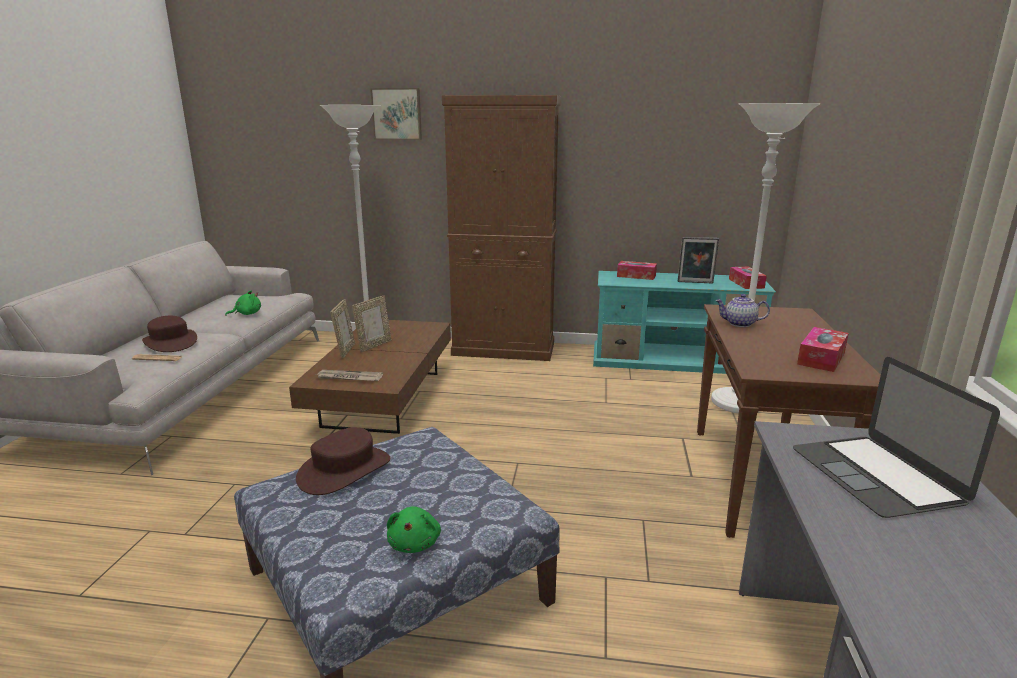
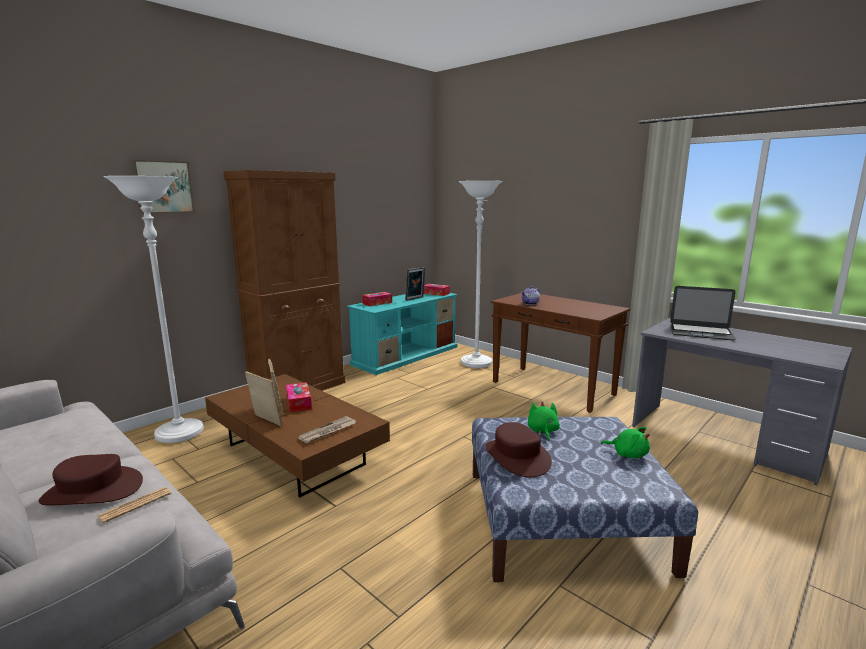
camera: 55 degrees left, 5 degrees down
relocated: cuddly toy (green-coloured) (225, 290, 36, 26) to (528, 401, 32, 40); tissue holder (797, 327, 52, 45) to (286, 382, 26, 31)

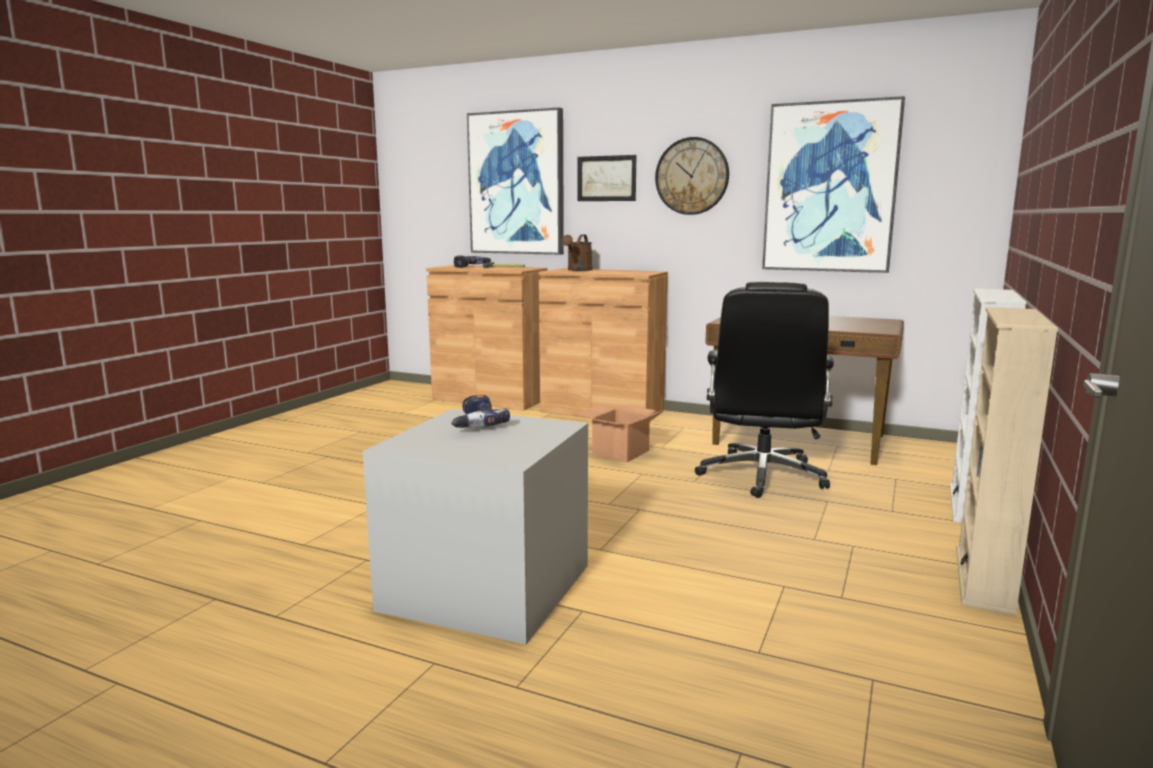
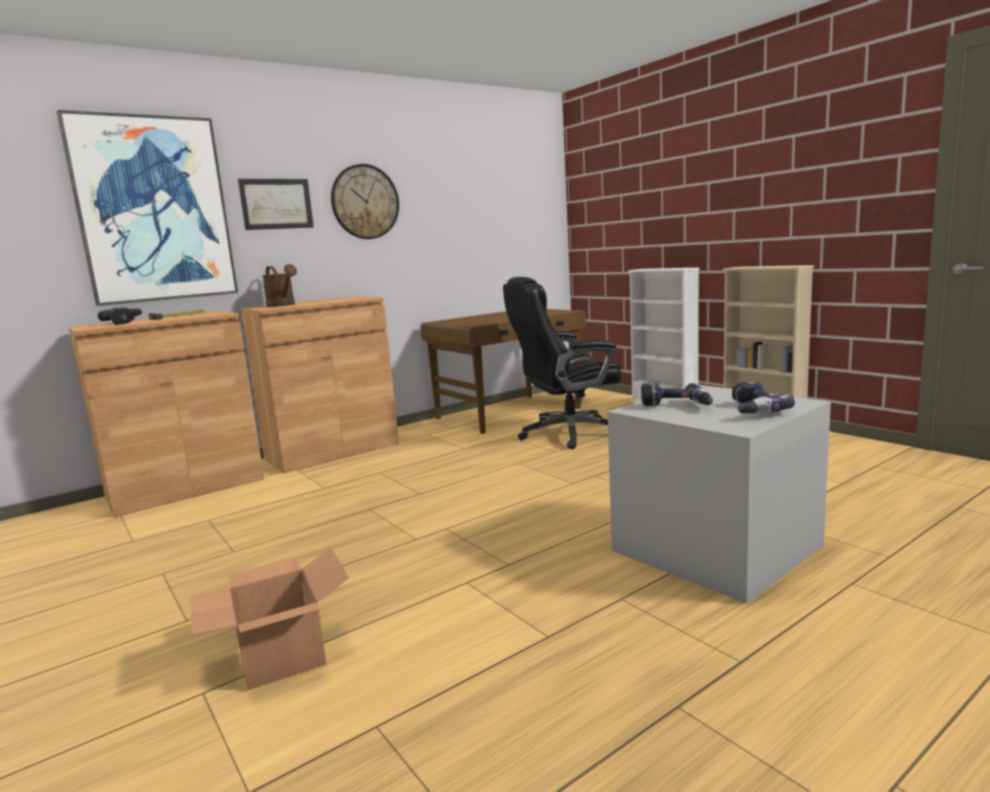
camera: 60 degrees left, 0 degrees up
missing: wall picture (762, 96, 143, 177)
appeared: drill (732, 382, 63, 32)
relocated: carton (577, 405, 89, 57) to (190, 548, 159, 143)
spun: desk chair (black-coloured) (695, 281, 139, 217) = (503, 277, 119, 172) 120 degrees clockwise

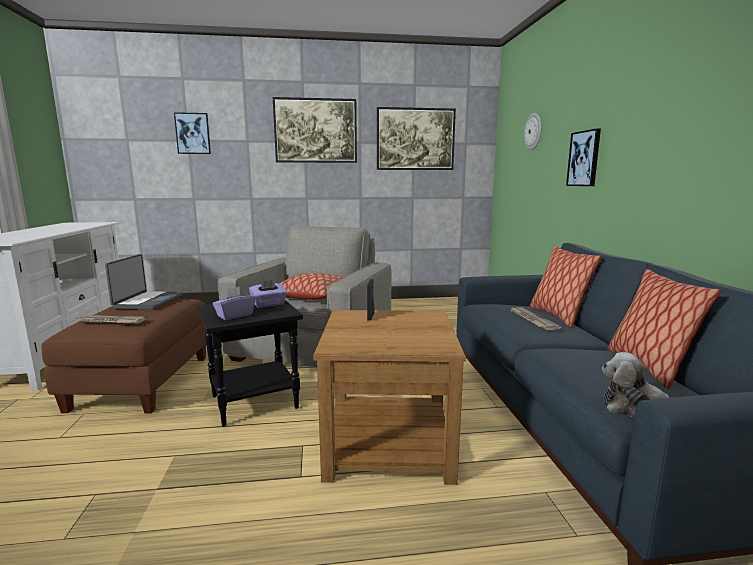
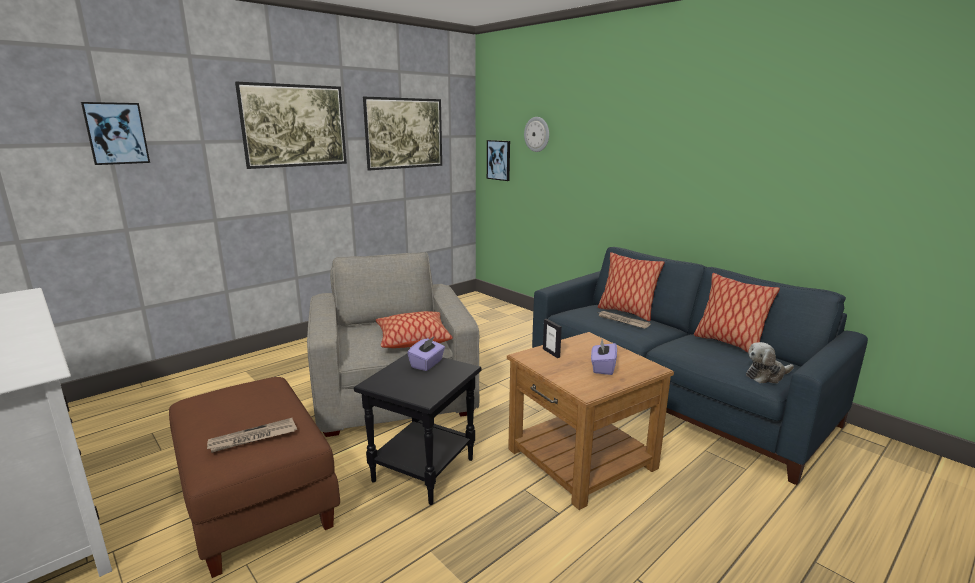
camera: 35 degrees left, 5 degrees up
missing: portable computer (105, 254, 78, 56)
relocated: tissue holder (purple) (213, 287, 42, 33) to (591, 339, 26, 36); wall picture (566, 128, 35, 58) to (487, 140, 23, 41)

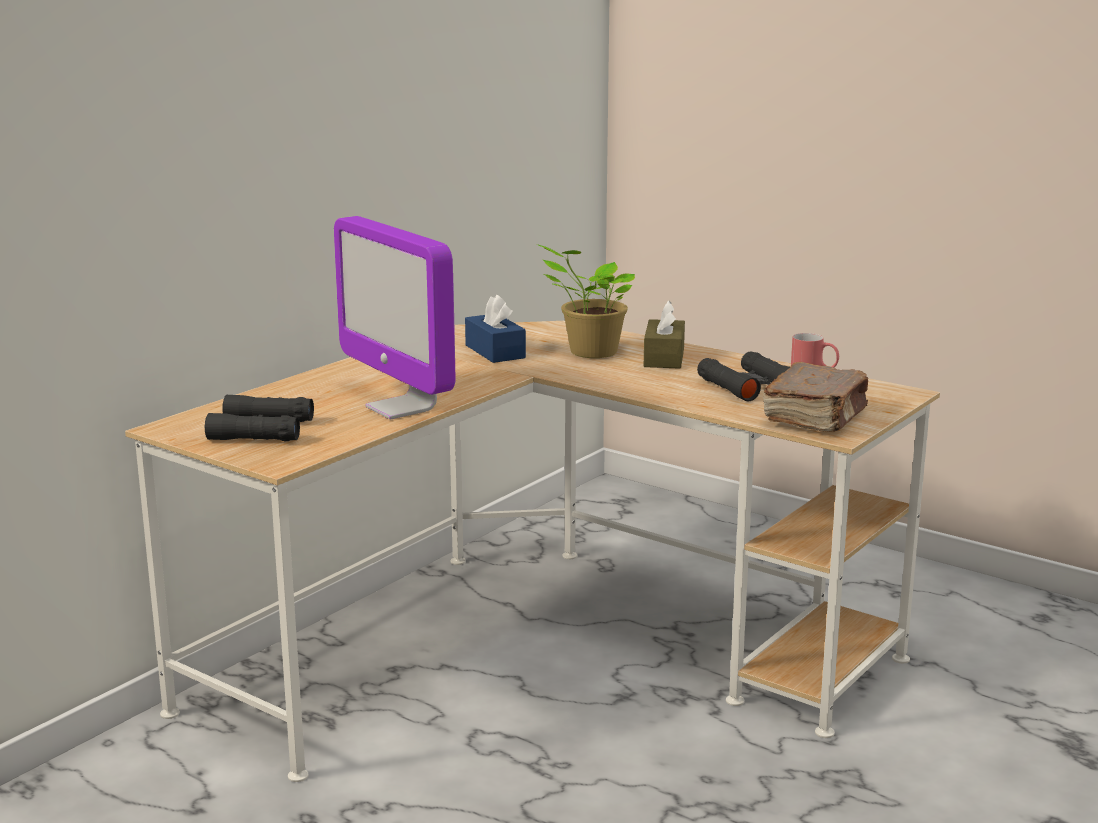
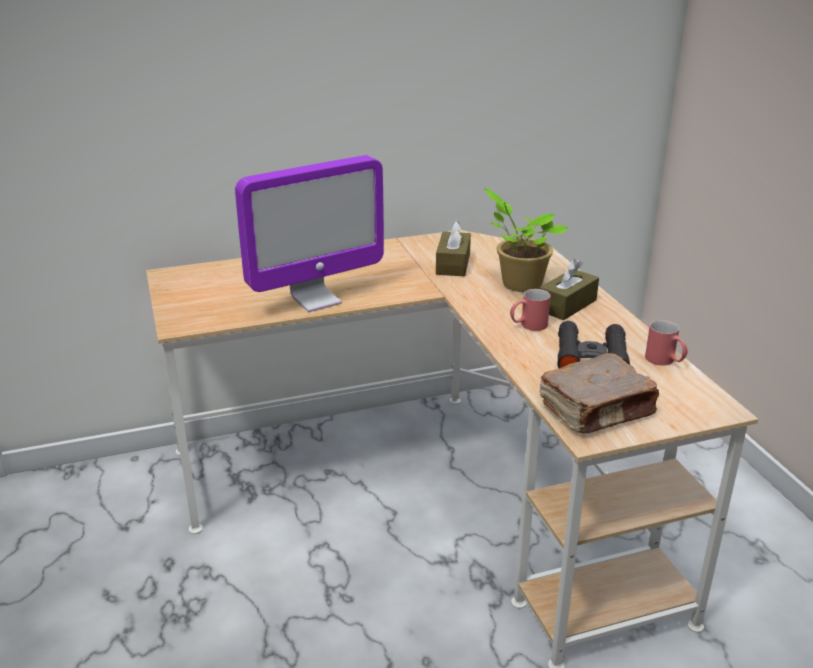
camera: 35 degrees right, 10 degrees up
missing: binoculars (black-coloured) (205, 395, 109, 46)
appeared: tea mug (reddish) (510, 289, 41, 42)
colour: tissue holder (blue-coloured) (465, 295, 61, 68) to tissue holder (brownish) (436, 221, 35, 55)
spun: computer screen (334, 216, 121, 203) = (235, 155, 149, 157) 120 degrees counterclockwise

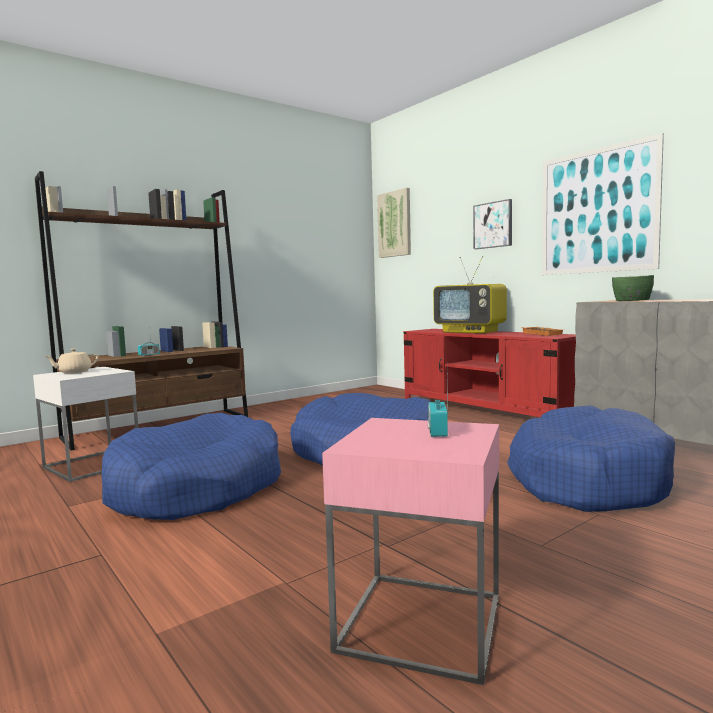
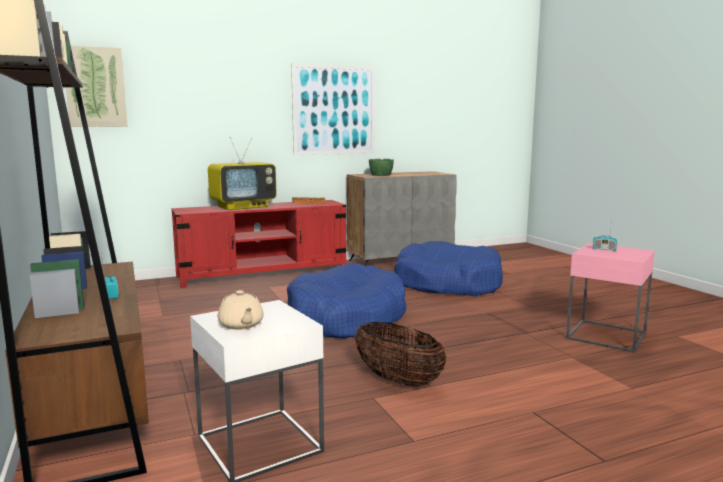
camera: 75 degrees left, 5 degrees up
missing: wall picture (473, 199, 39, 50)
exchanged: dog bed (blue-coloured) (102, 413, 179, 107) to household basket (355, 322, 92, 65)

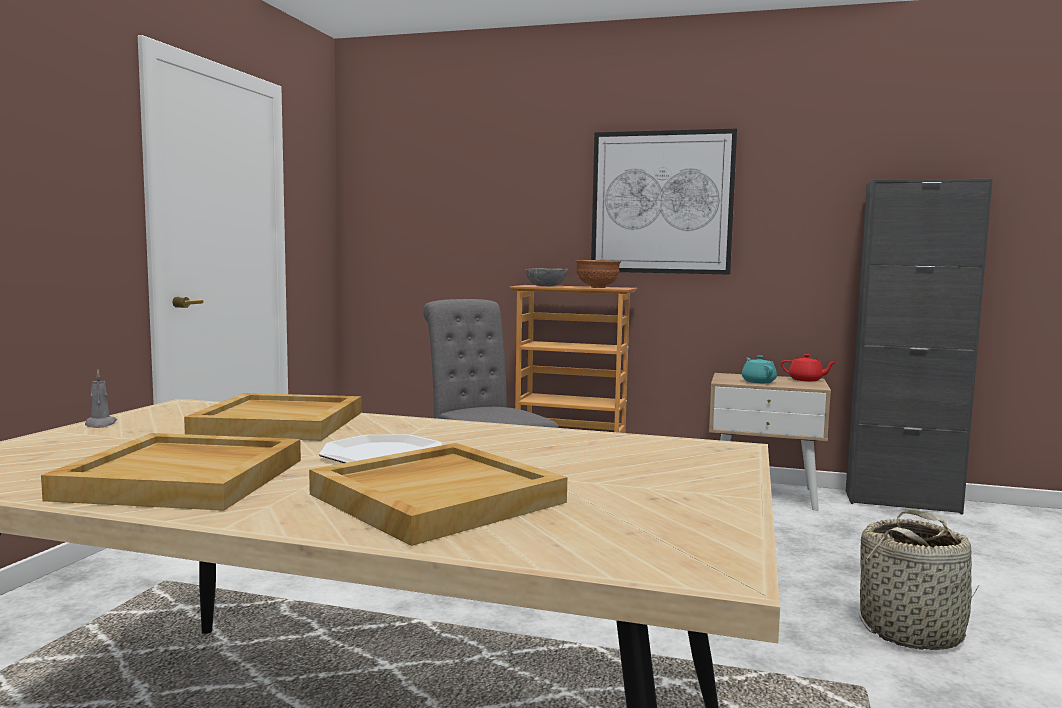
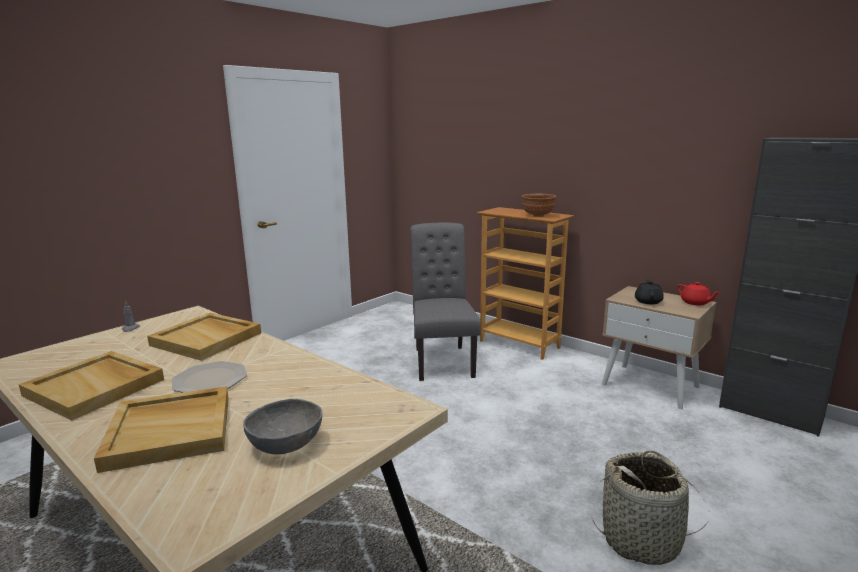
camera: 25 degrees right, 10 degrees up
missing: wall picture (591, 129, 146, 146)
relocated: serving bowl (greyish) (525, 268, 43, 18) to (243, 399, 79, 56)
colour: teapot (turquoise-coloured) (742, 355, 35, 28) to teapot (black-coloured) (635, 279, 29, 25)

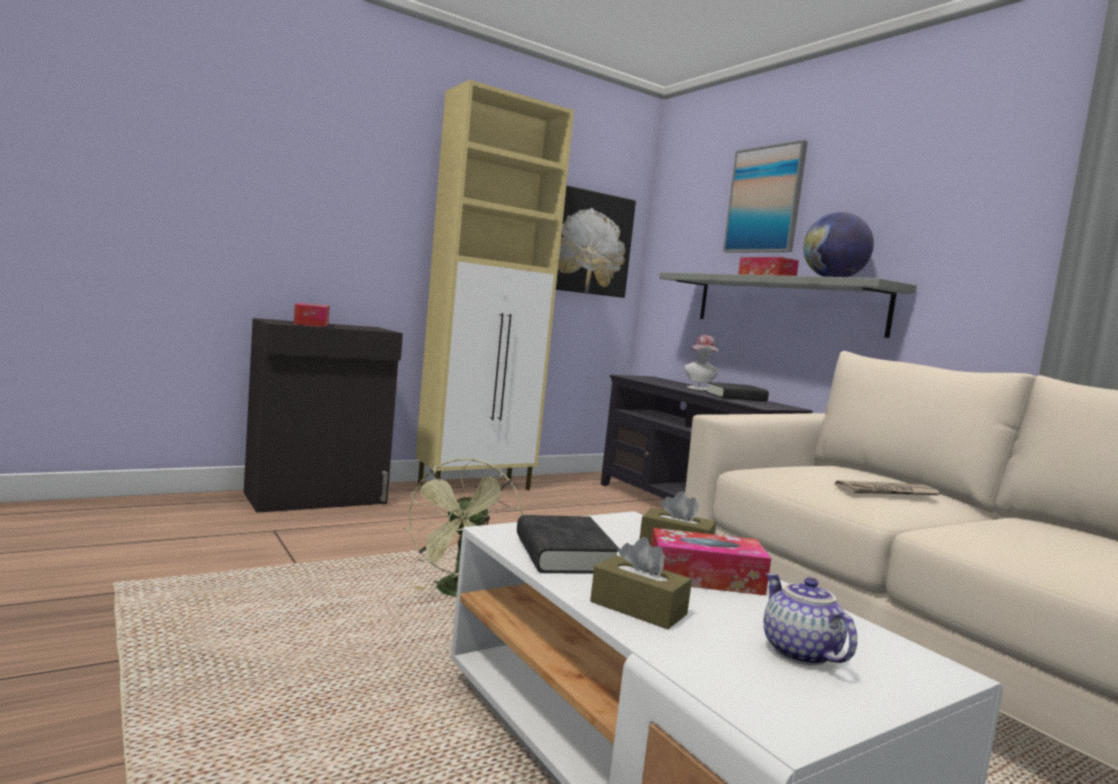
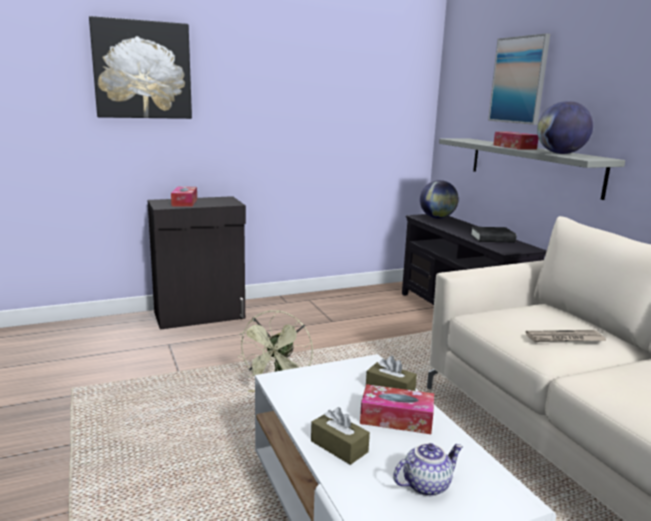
camera: 10 degrees right, 10 degrees up
missing: cupboard (beige-coloured) (415, 80, 159, 410); bound book (black-coloured) (517, 515, 102, 59); clothing hat (684, 335, 35, 56)
appeared: desk globe (420, 180, 39, 39)
relocated: wall picture (556, 185, 80, 113) to (89, 16, 103, 103)
spun: teapot (764, 573, 93, 92) = (393, 443, 70, 53) 75 degrees clockwise

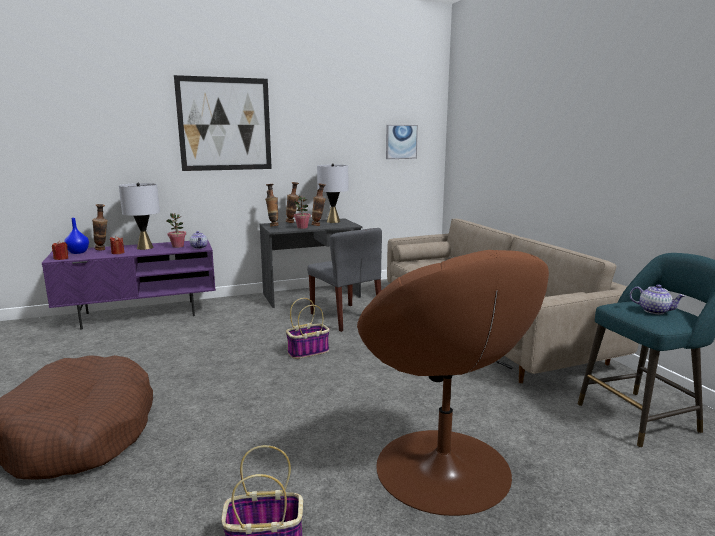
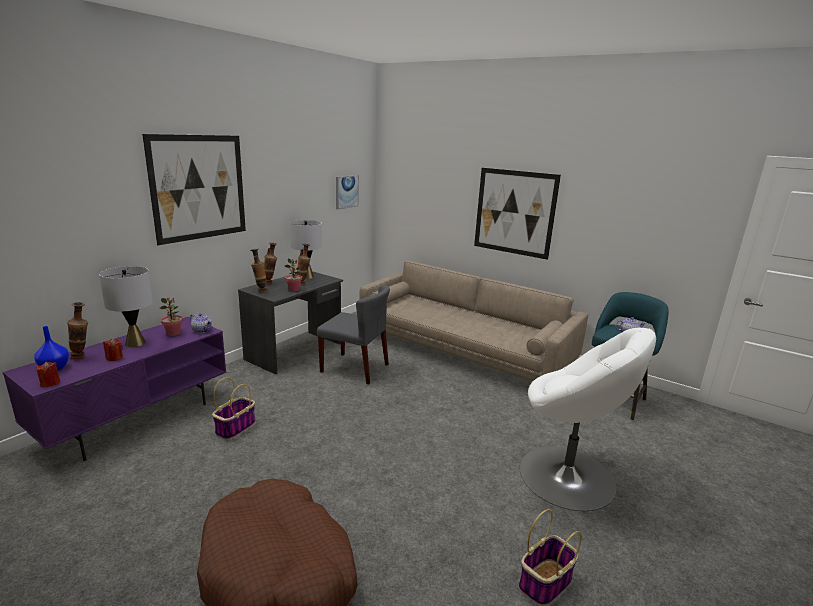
camera: 35 degrees left, 5 degrees up
appeared: wall picture (474, 168, 87, 92)
relocated: household basket (286, 298, 44, 61) to (212, 377, 44, 63)
colour: armchair (brownish) (357, 250, 192, 266) to armchair (whitish) (519, 327, 137, 184)

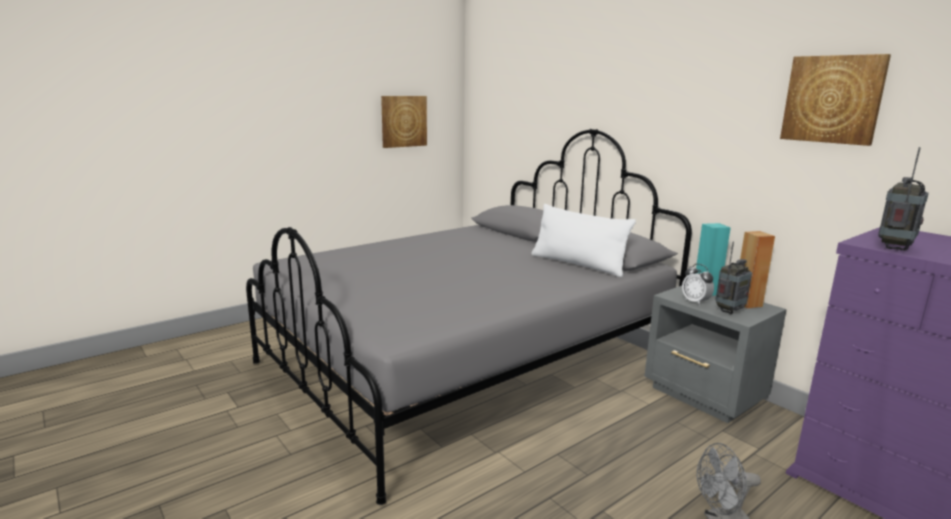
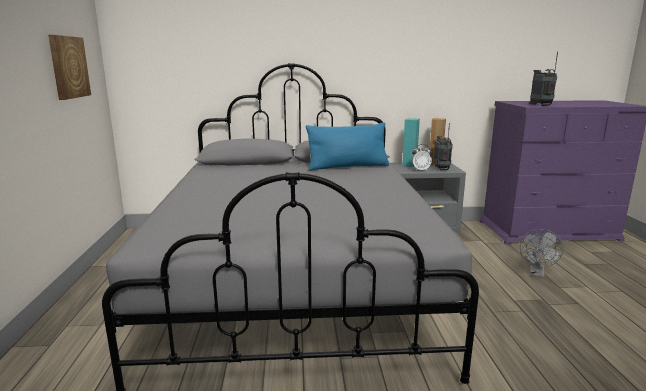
camera: 55 degrees left, 0 degrees up
missing: wall picture (780, 54, 111, 92)
colour: cushion (whitish) (532, 204, 104, 73) to cushion (blue-coloured) (306, 123, 83, 47)

